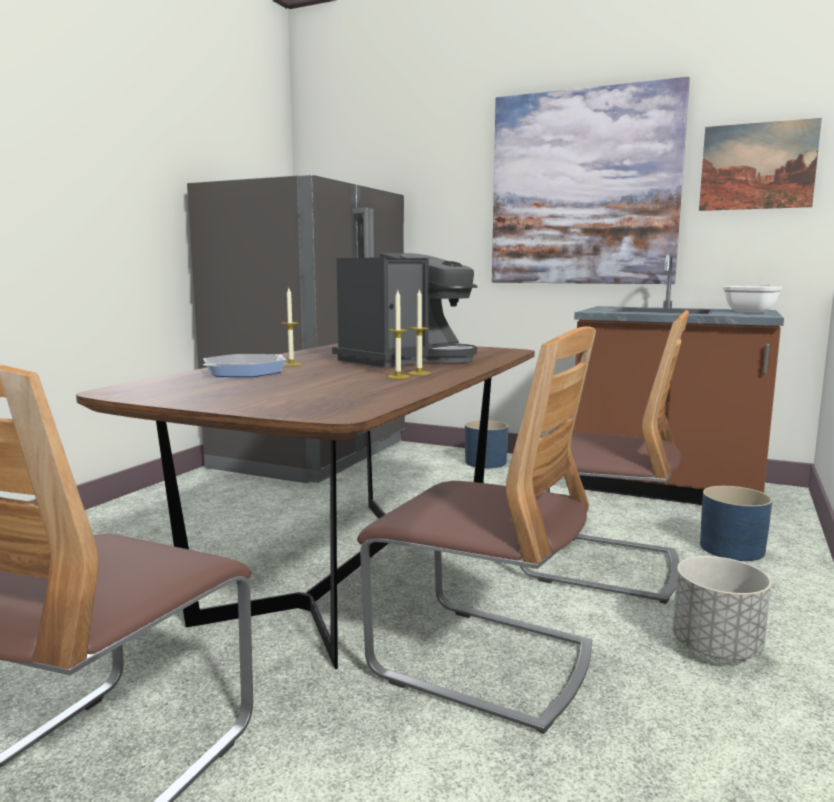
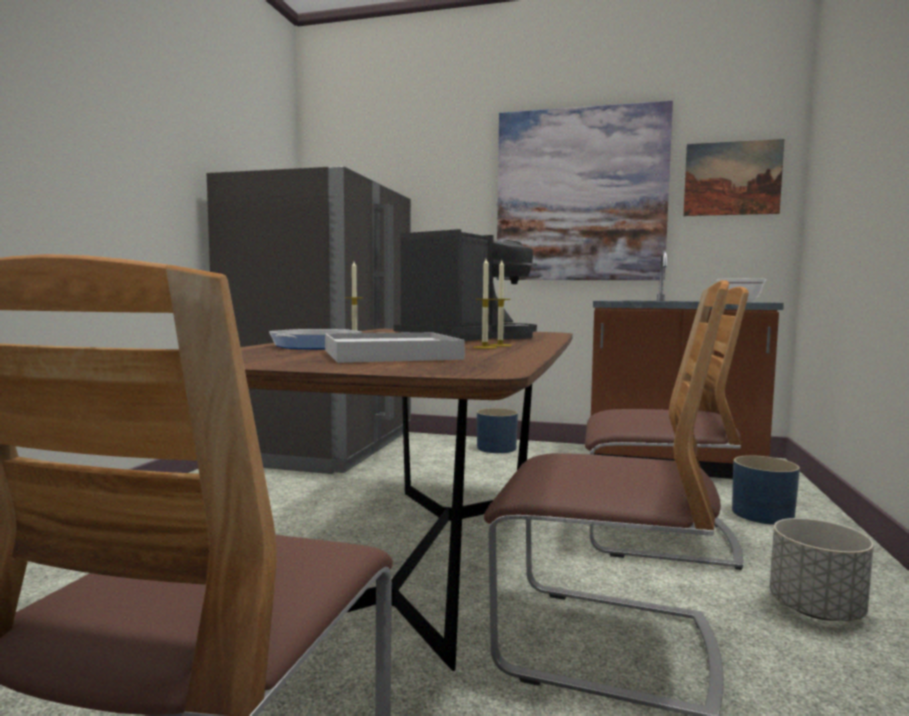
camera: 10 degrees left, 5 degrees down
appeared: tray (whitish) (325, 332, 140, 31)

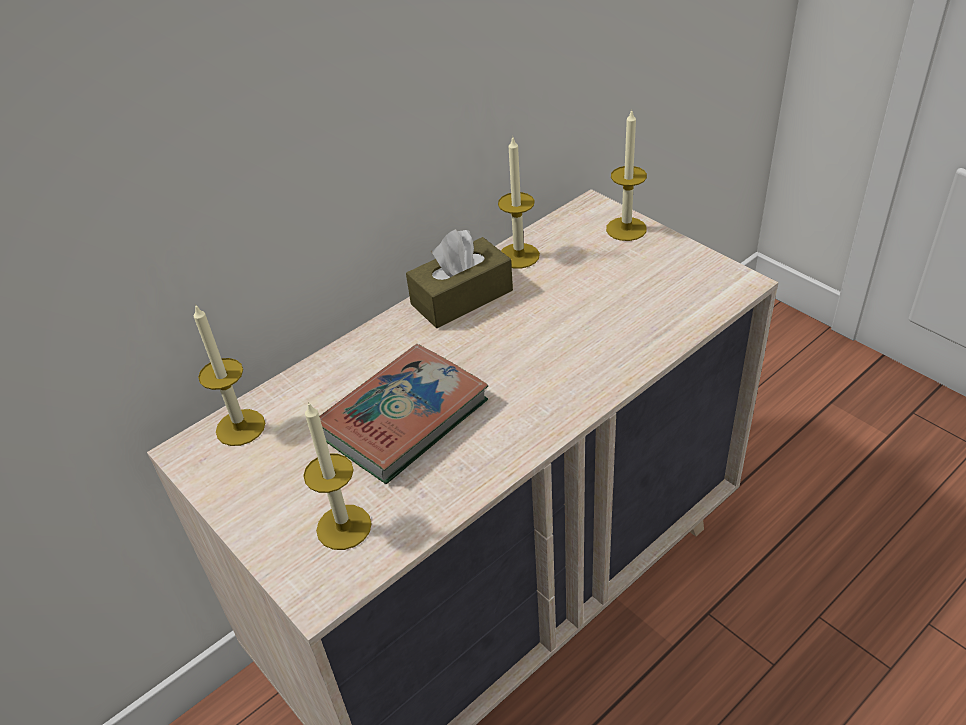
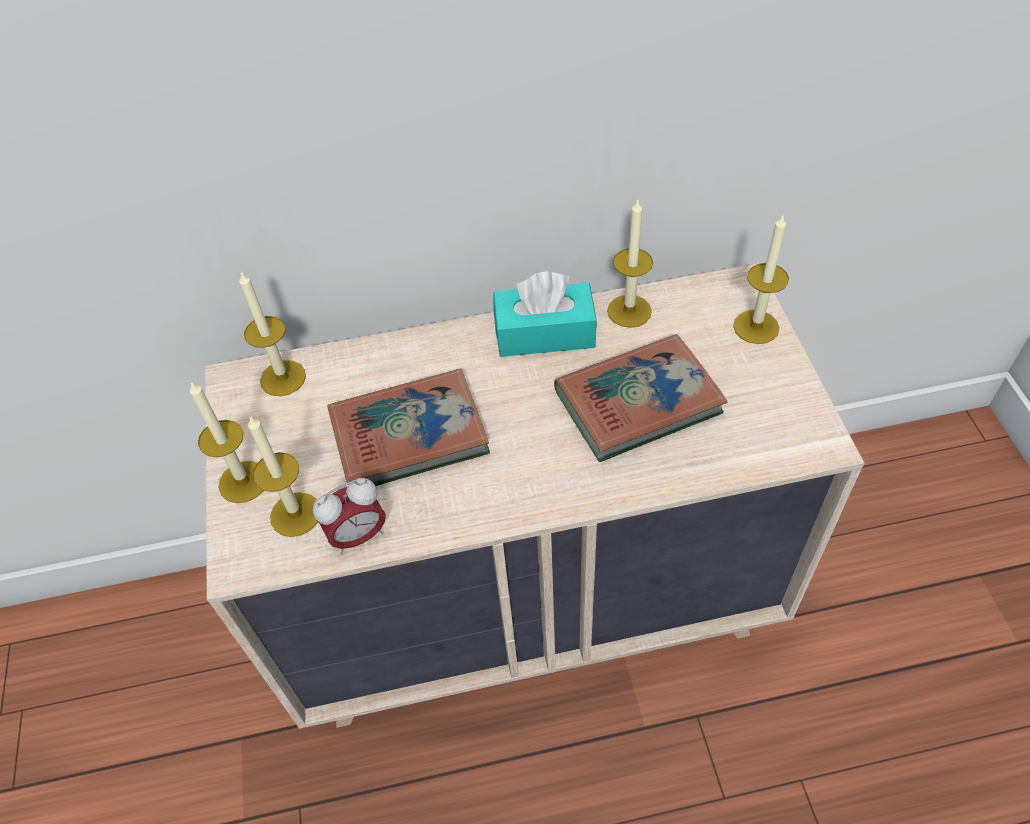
camera: 30 degrees right, 10 degrees up
appeared: wax light (190, 381, 74, 122); bedside clock (313, 478, 73, 77); bound book (554, 334, 174, 128)
colour: tissue holder (brownish) (406, 229, 107, 99) to tissue holder (turquoise-coloured) (493, 271, 104, 86)

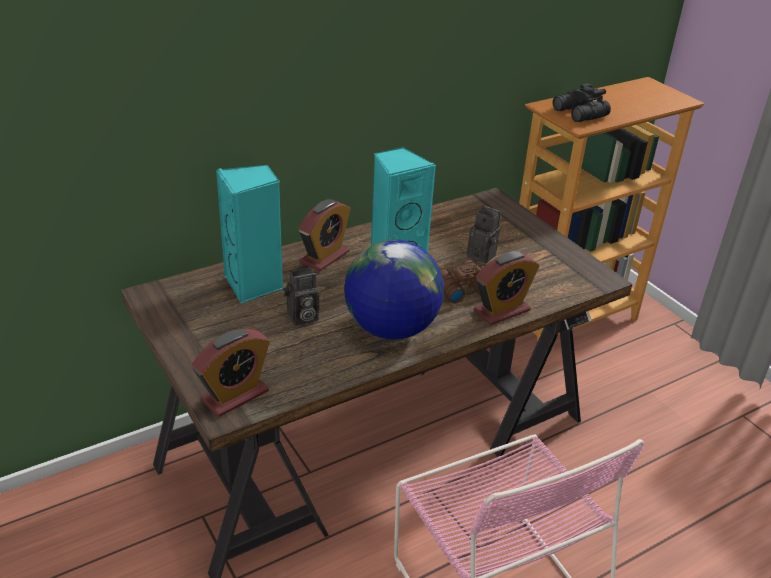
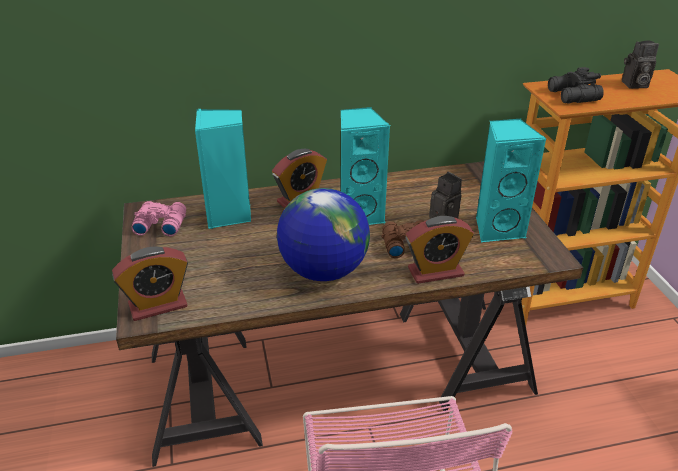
camera: 20 degrees right, 0 degrees up
appeared: binoculars (pinkish) (131, 201, 55, 35); audio speaker (turquoise-coloured) (476, 119, 70, 123)
relocated: still camera (283, 267, 36, 58) to (622, 41, 37, 48)

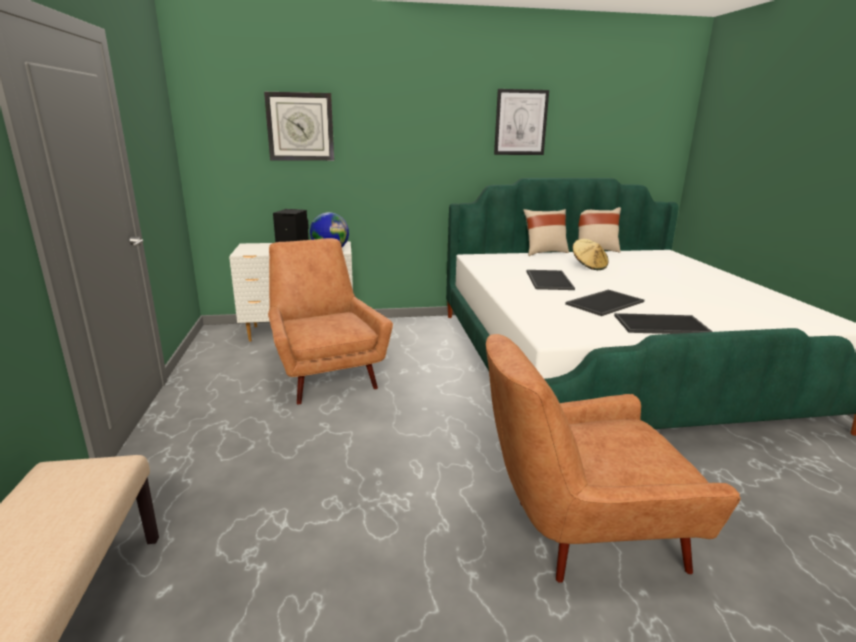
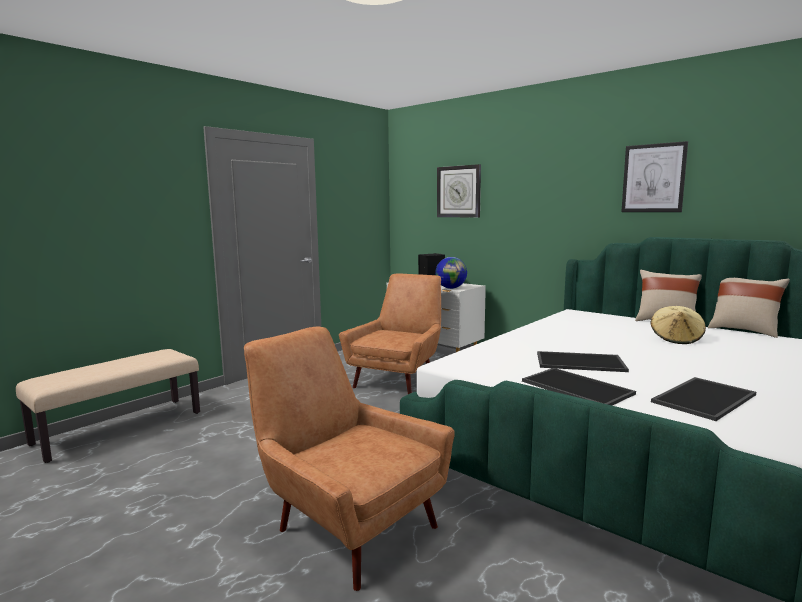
camera: 50 degrees right, 10 degrees down
relocated: tray (527, 270, 48, 20) to (651, 377, 105, 44)

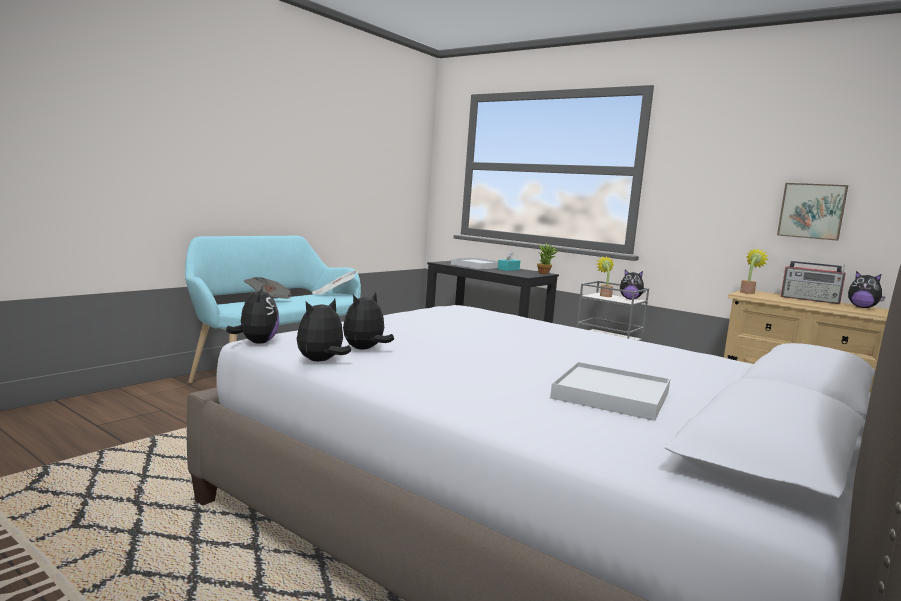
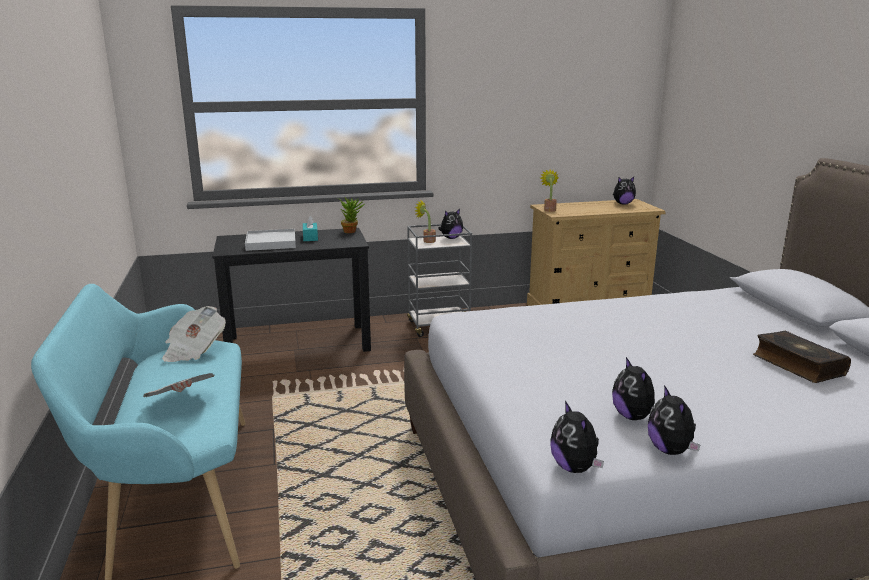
camera: 50 degrees left, 10 degrees up
missing: wall picture (777, 183, 71, 58); radio (781, 261, 65, 43)
exchanged: tray (whitish) (550, 362, 120, 59) to bound book (753, 331, 98, 52)
spun: cuddly toy (226, 284, 53, 60) = (550, 401, 54, 72) 135 degrees counterclockwise

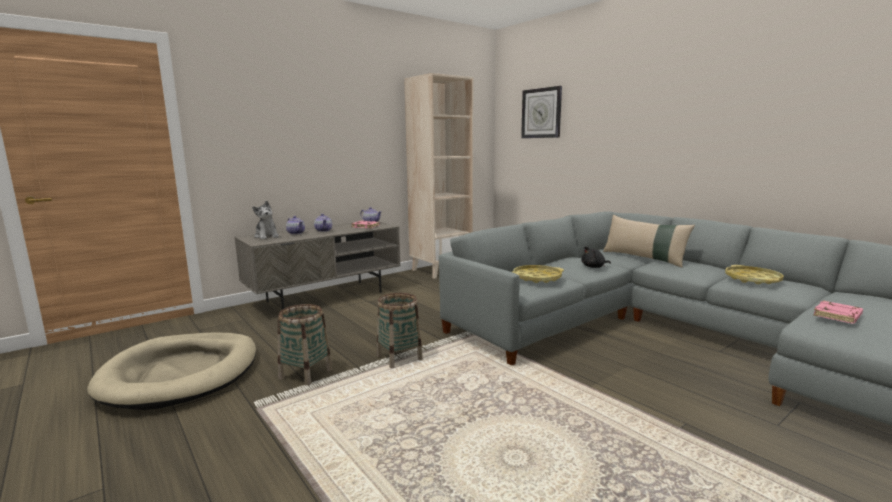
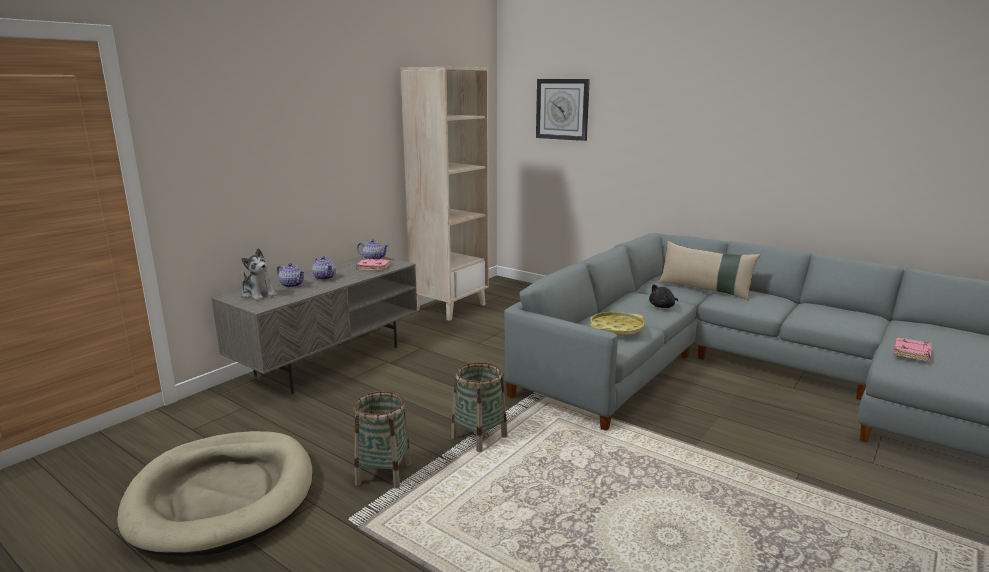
camera: 15 degrees left, 5 degrees up
missing: tray (yellow-coloured) (725, 265, 59, 19)

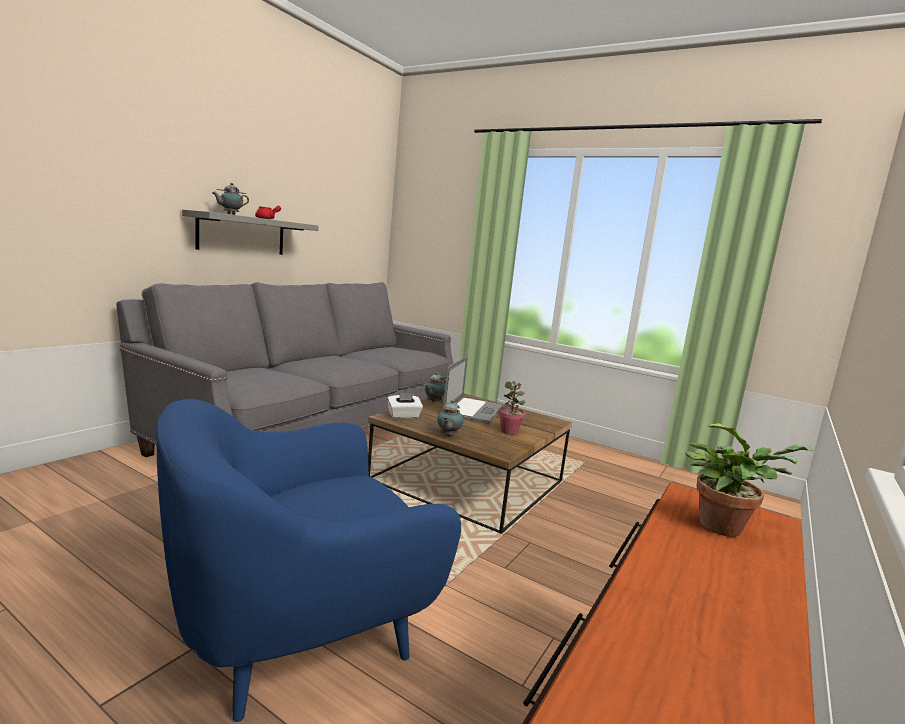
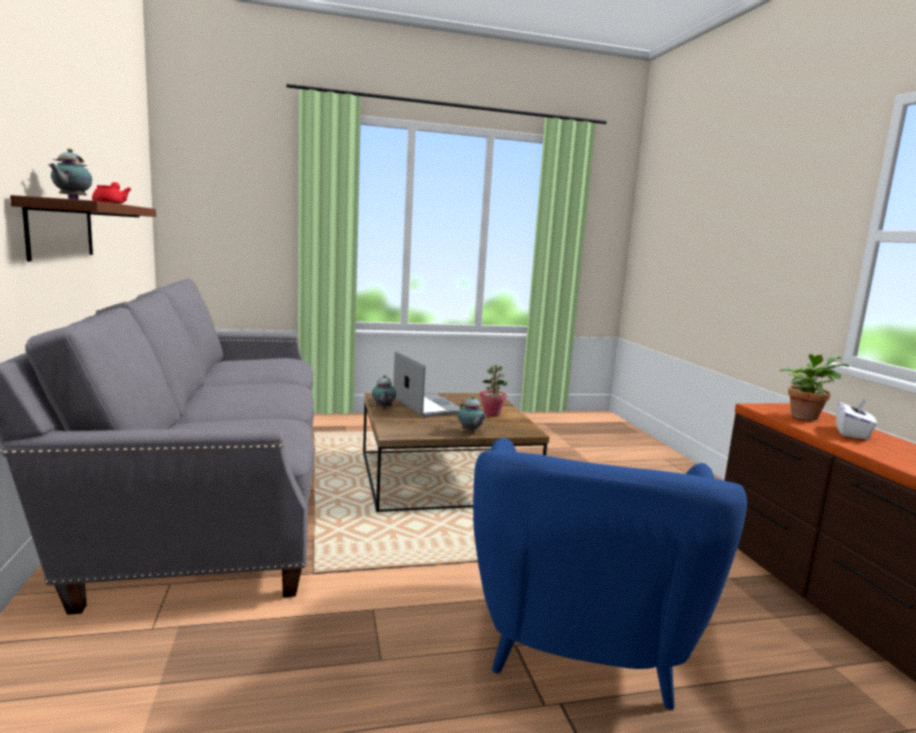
camera: 45 degrees left, 0 degrees up
relocated: tissue holder (whitish) (387, 393, 36, 26) to (836, 399, 41, 40)
colour: bracket shelf (greyish) (182, 209, 137, 46) to bracket shelf (brownish) (10, 195, 146, 66)

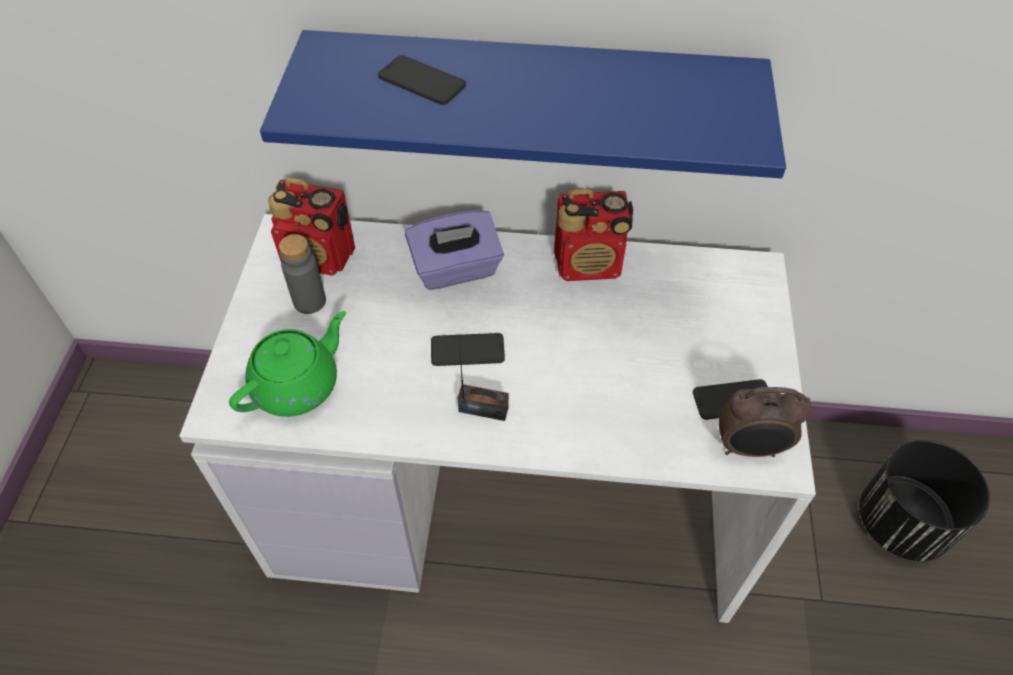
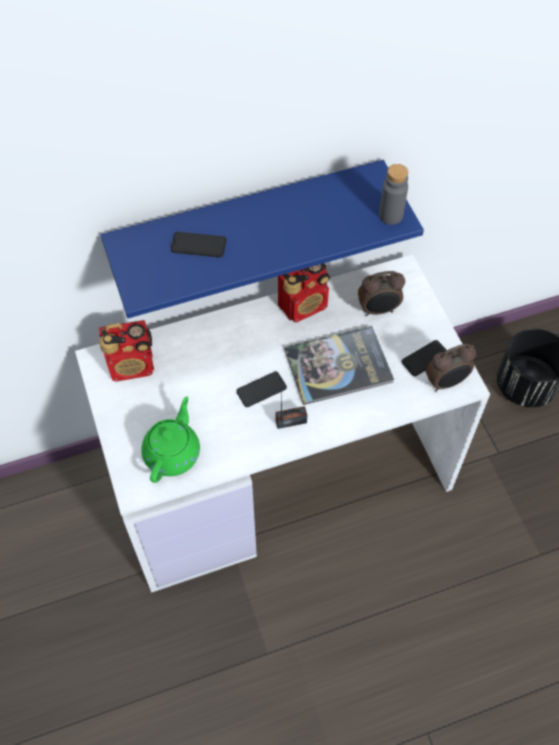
camera: 25 degrees left, 5 degrees up
missing: tissue holder (purple) (405, 210, 99, 80)
appeared: bound book (284, 326, 110, 79); bedside clock (358, 271, 47, 45)
relocated: beverage bottle (greyish) (279, 234, 47, 80) to (379, 164, 29, 61)

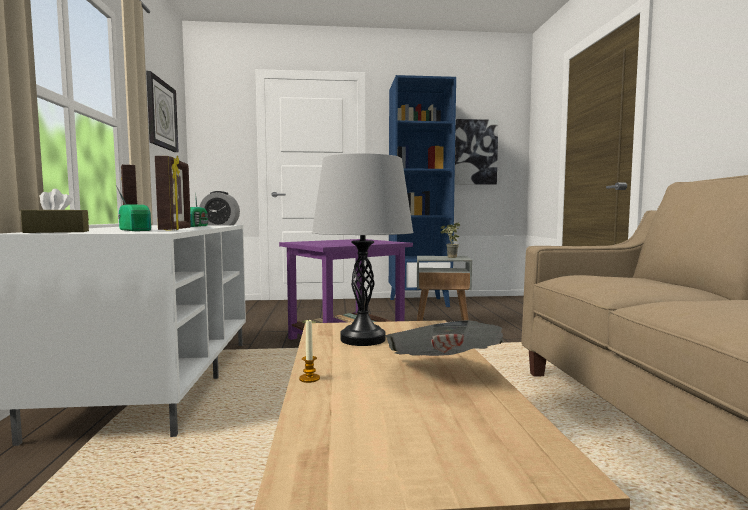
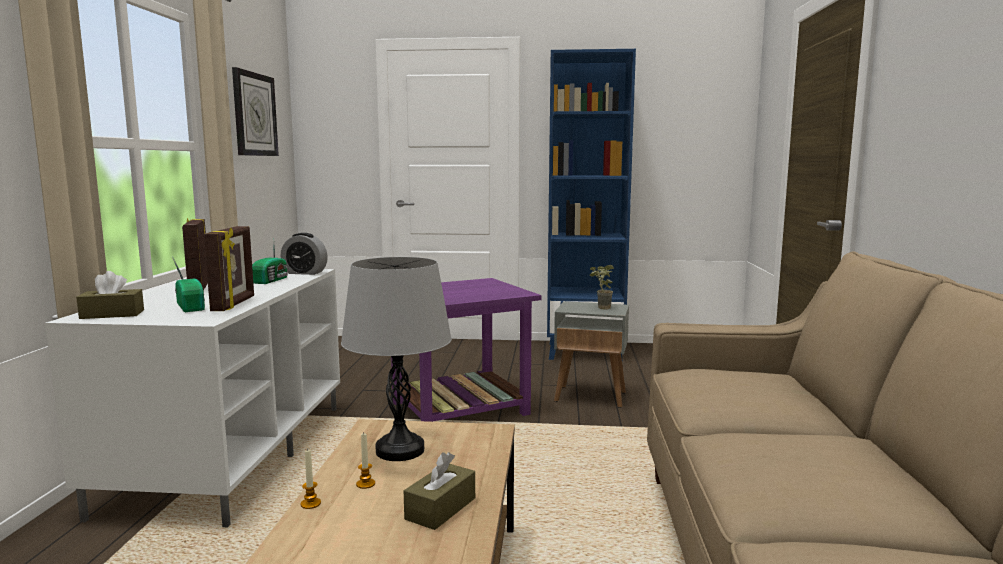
camera: 10 degrees right, 5 degrees up
missing: wall picture (455, 119, 43, 66)
appeared: wax light (356, 433, 19, 56)
exchanged: printed paper (385, 320, 118, 36) to tissue holder (brownish) (404, 452, 71, 78)

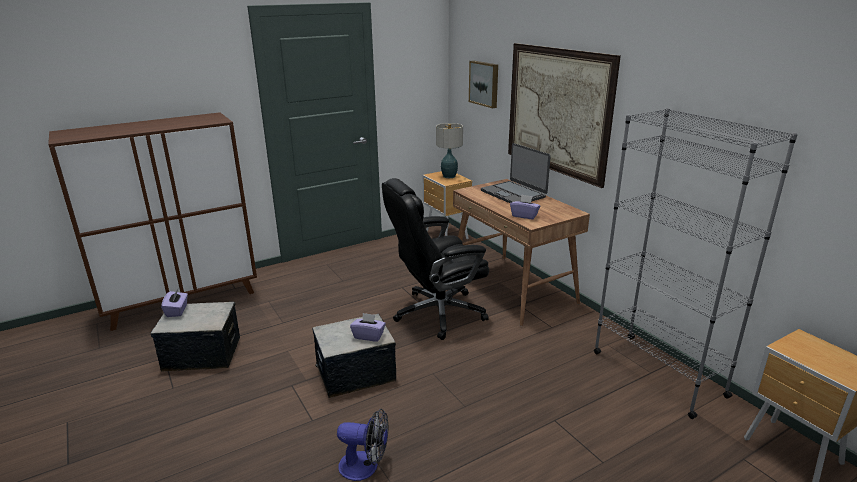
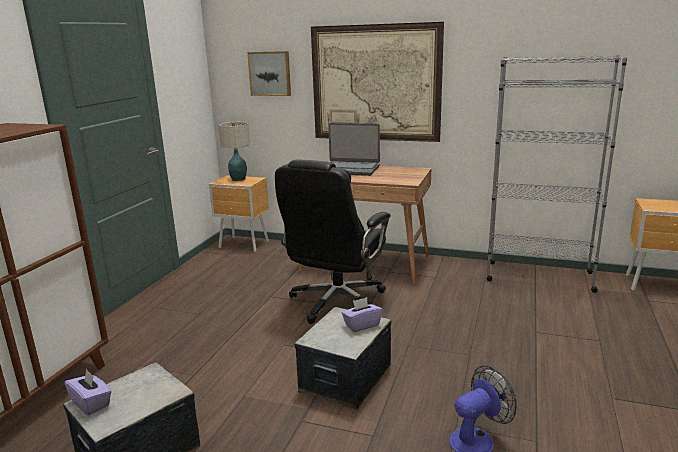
camera: 40 degrees left, 5 degrees down
missing: tissue holder (purple) (510, 194, 30, 25)

